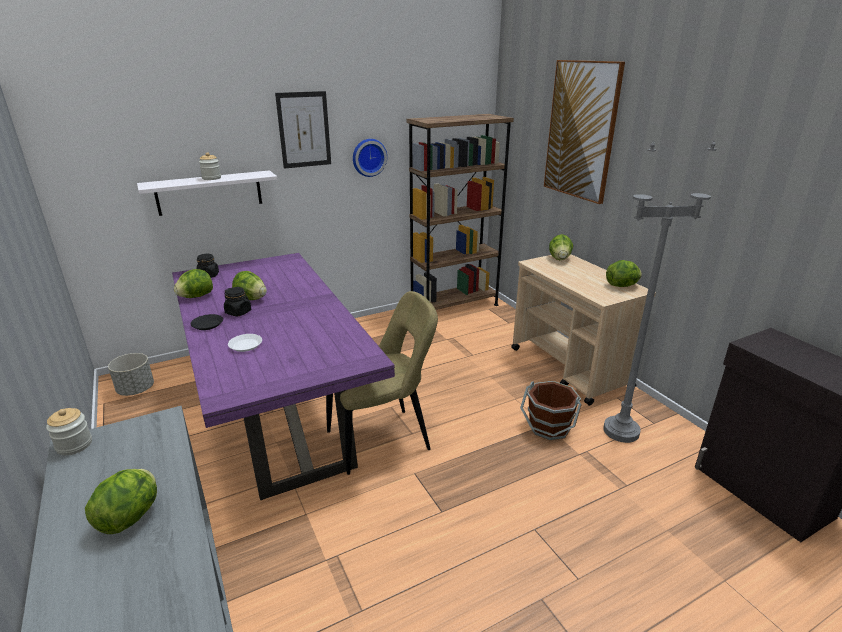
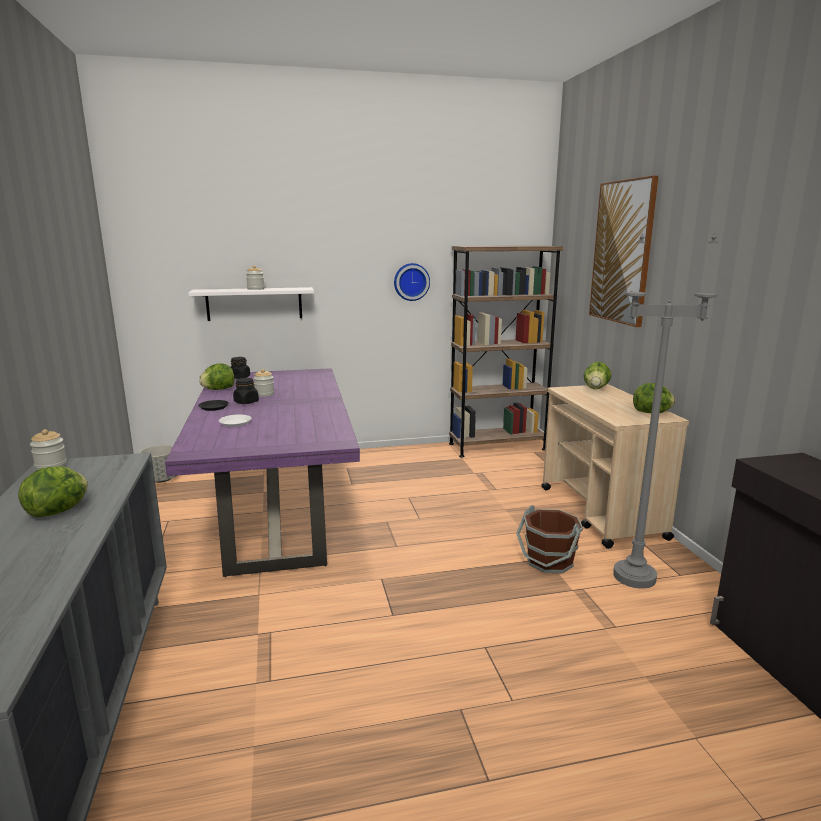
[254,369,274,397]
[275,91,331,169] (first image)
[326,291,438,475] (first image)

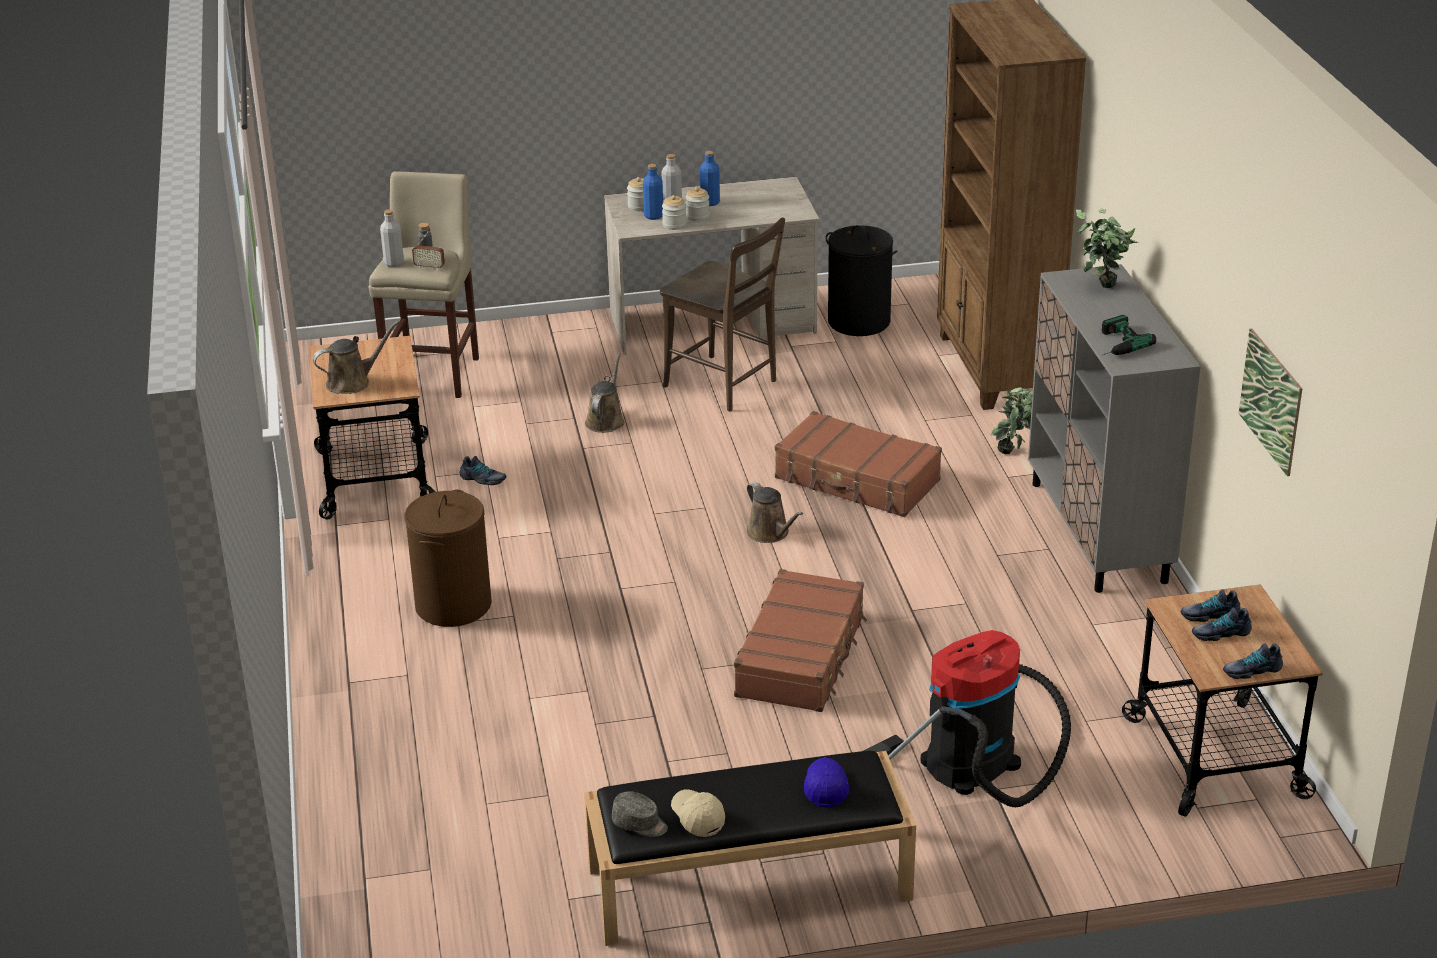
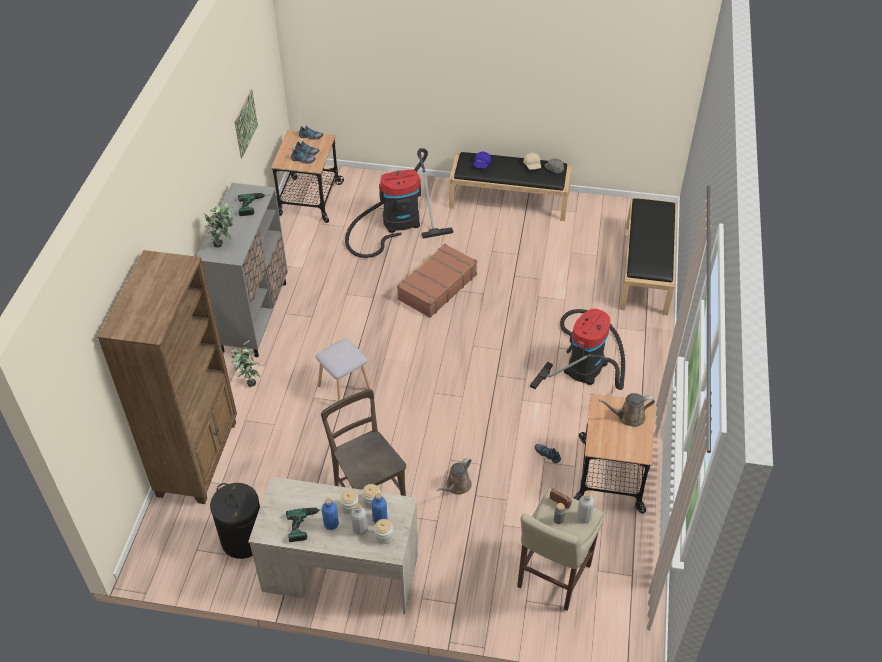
[286,508,320,542]
[315,338,371,409]
[530,309,625,390]
[620,197,677,316]
[747,482,803,543] (first image)

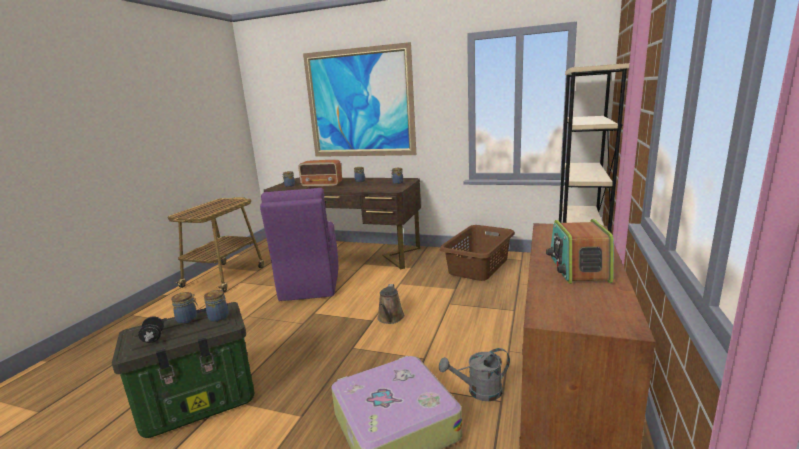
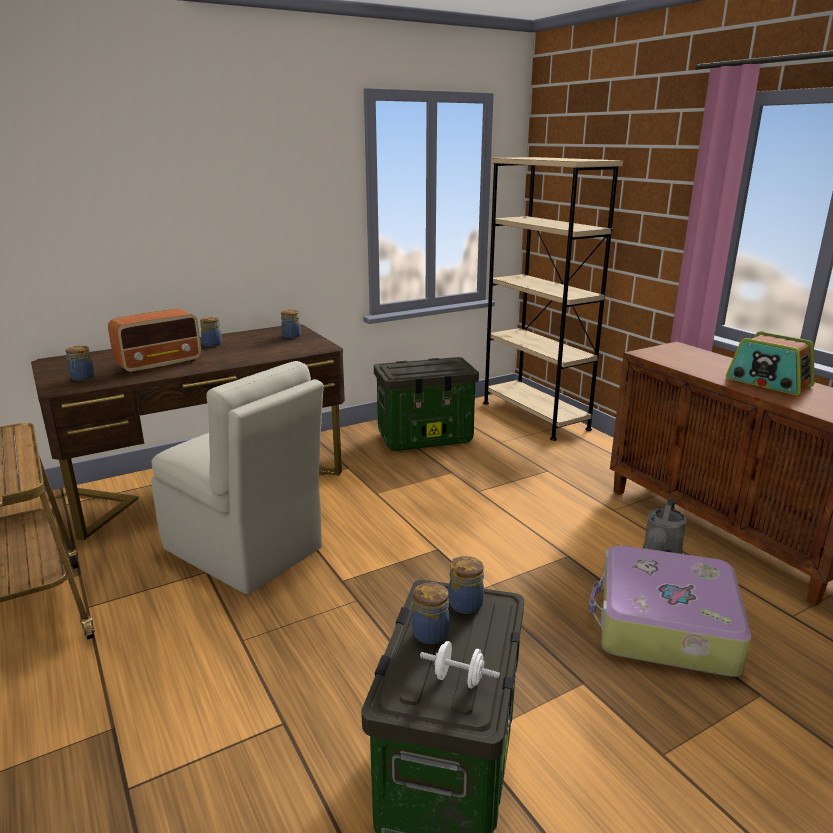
[151,361,324,594]
[374,357,479,451]
[420,641,500,688]
[303,42,416,157] (first image)
[377,284,405,324] (first image)

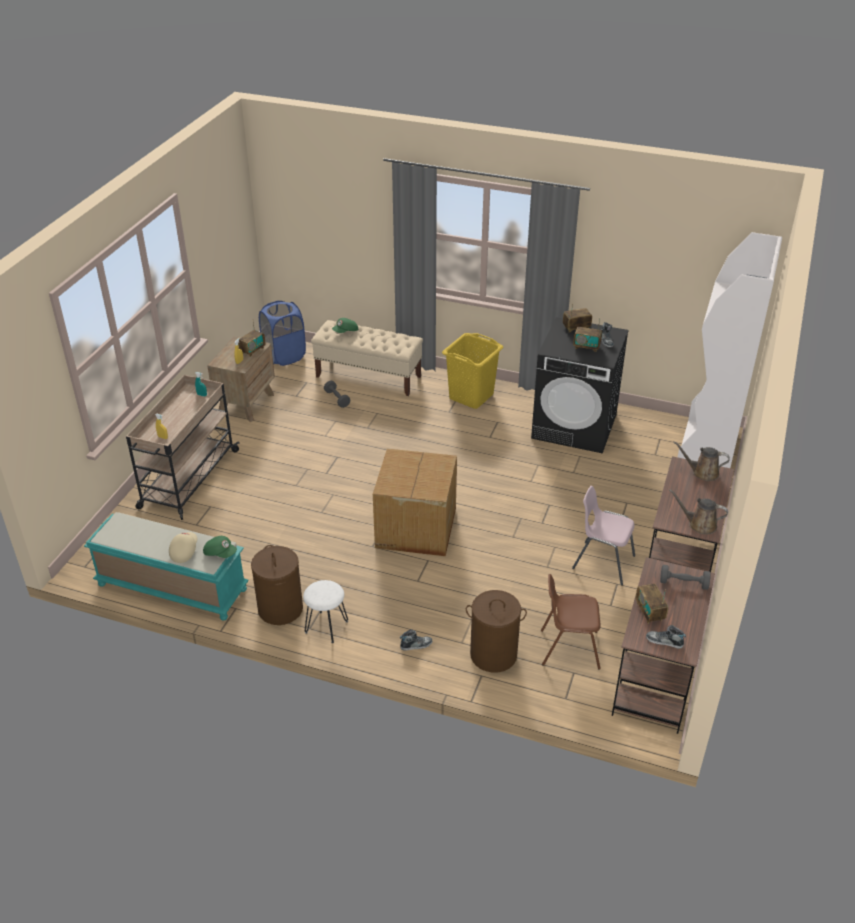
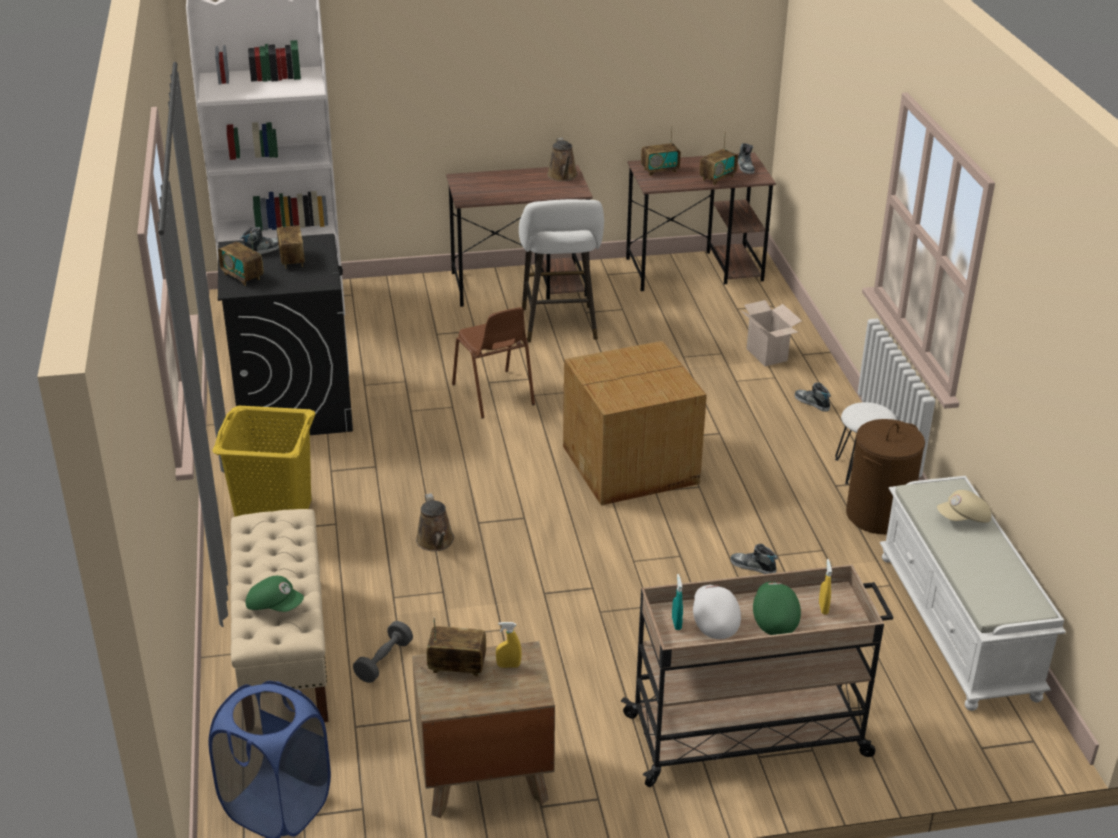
[416,493,454,551]
[452,307,535,419]
[519,199,604,342]
[641,126,681,176]
[693,585,741,639]
[731,544,778,574]
[742,300,802,366]
[753,582,801,635]
[880,476,1066,711]

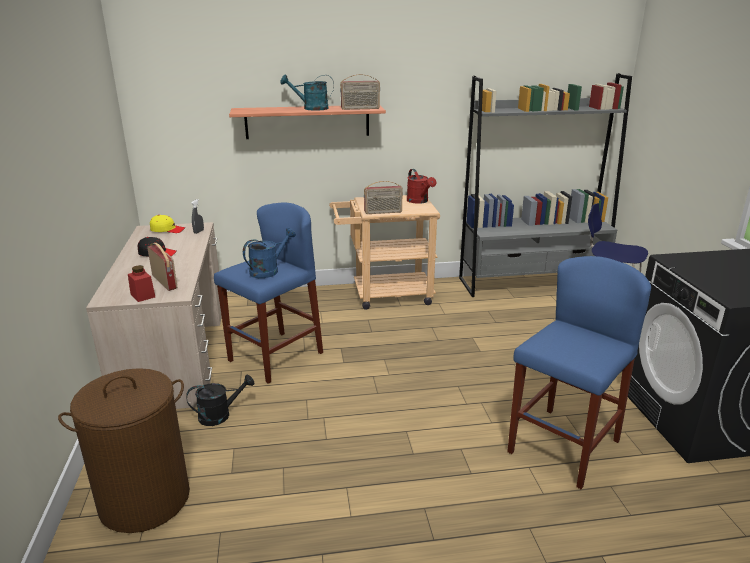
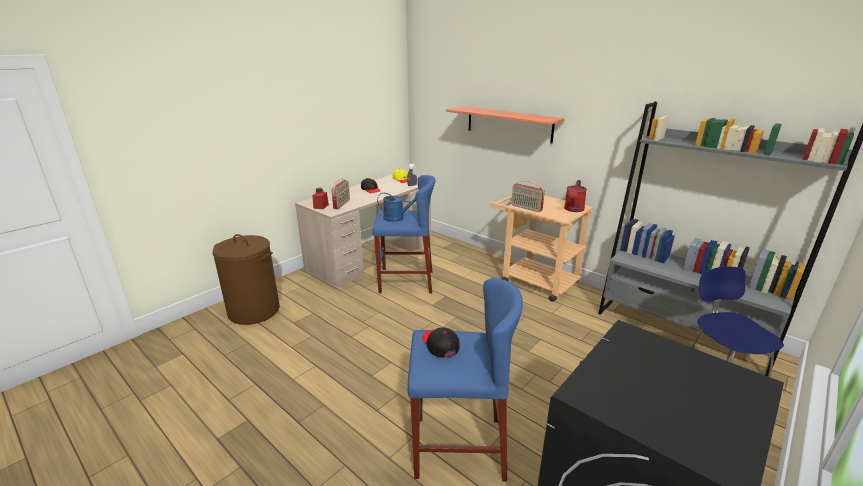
[422,327,460,358]
[186,374,254,426] (first image)
[280,75,334,111] (first image)
[340,74,380,110] (first image)

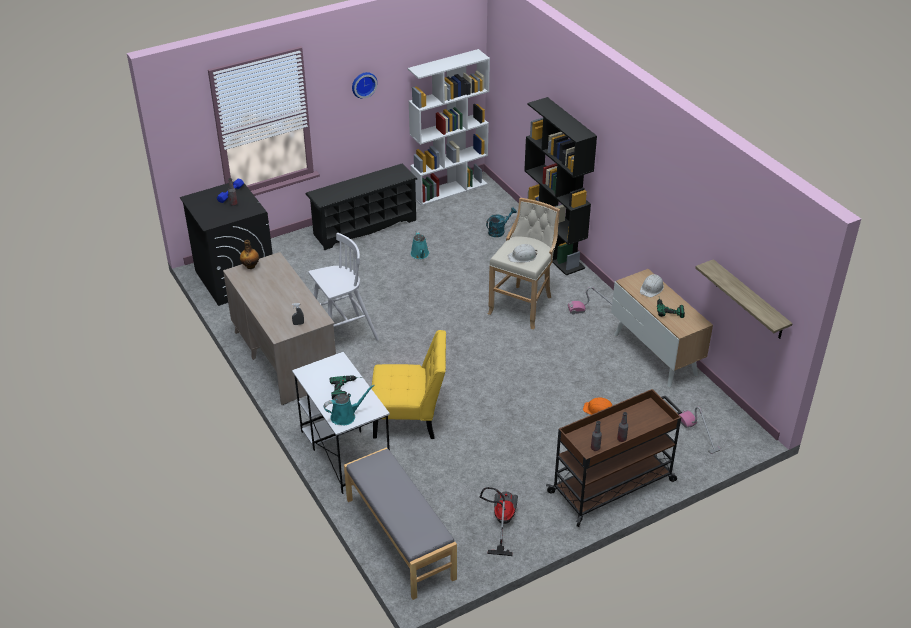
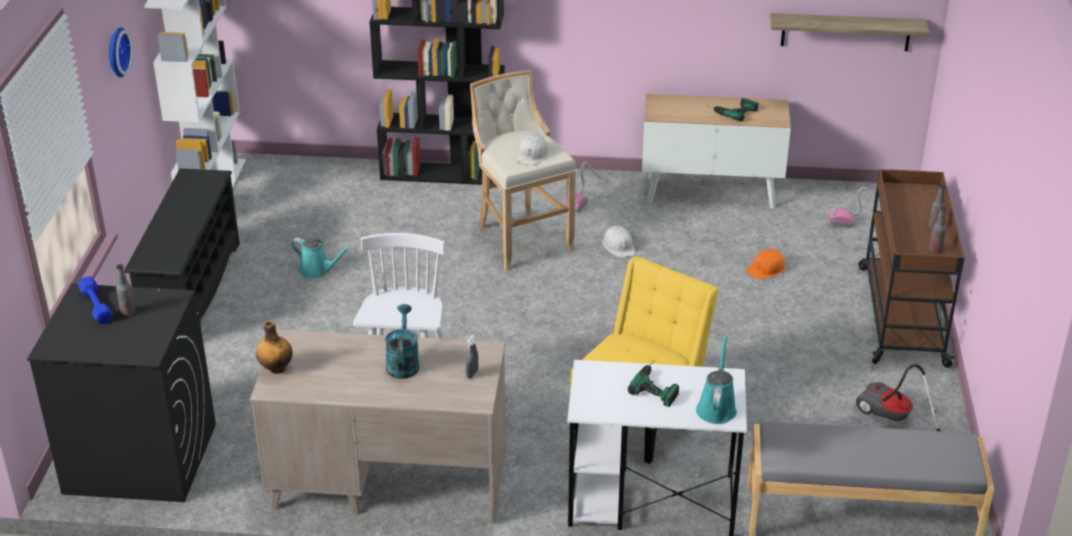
[385,304,419,379]
[602,226,635,258]

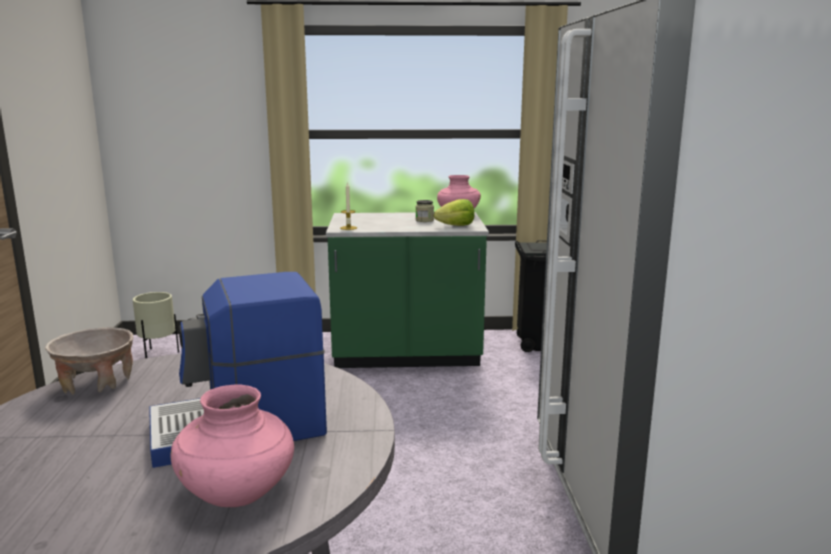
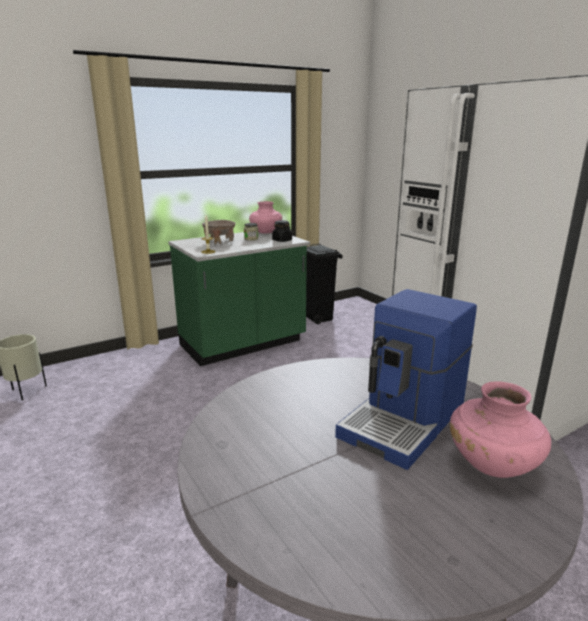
[202,220,236,245]
[272,220,292,242]

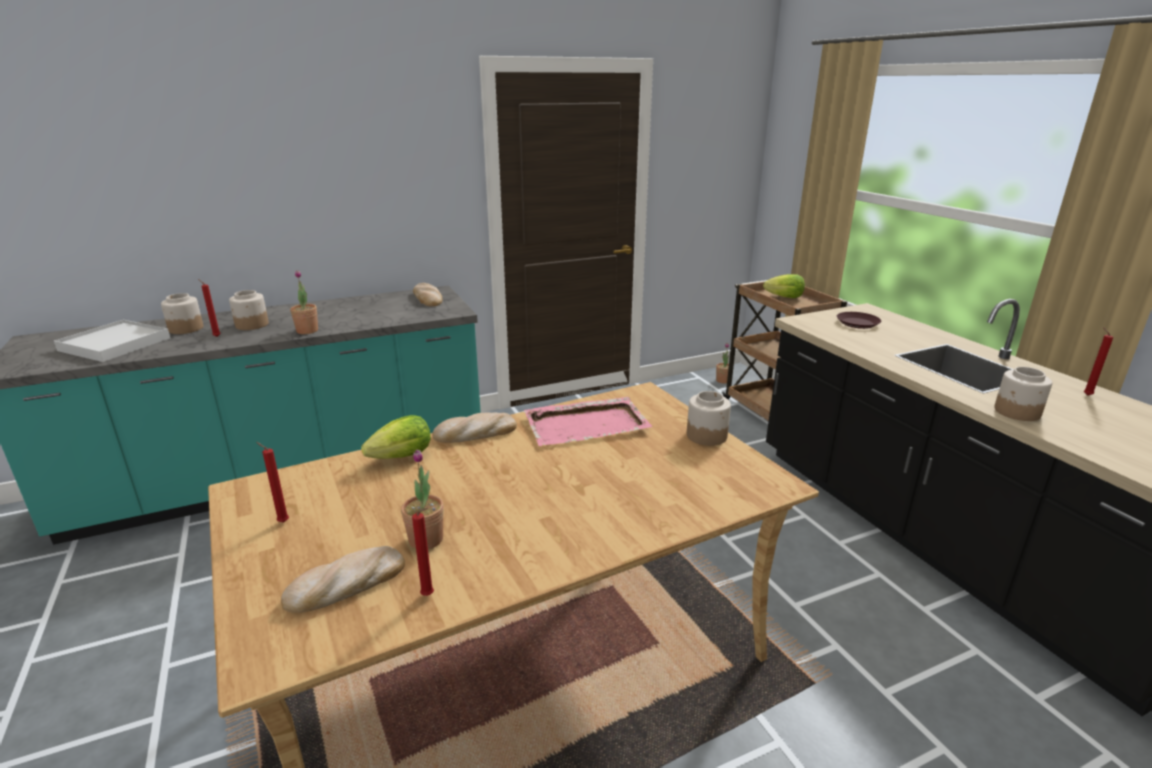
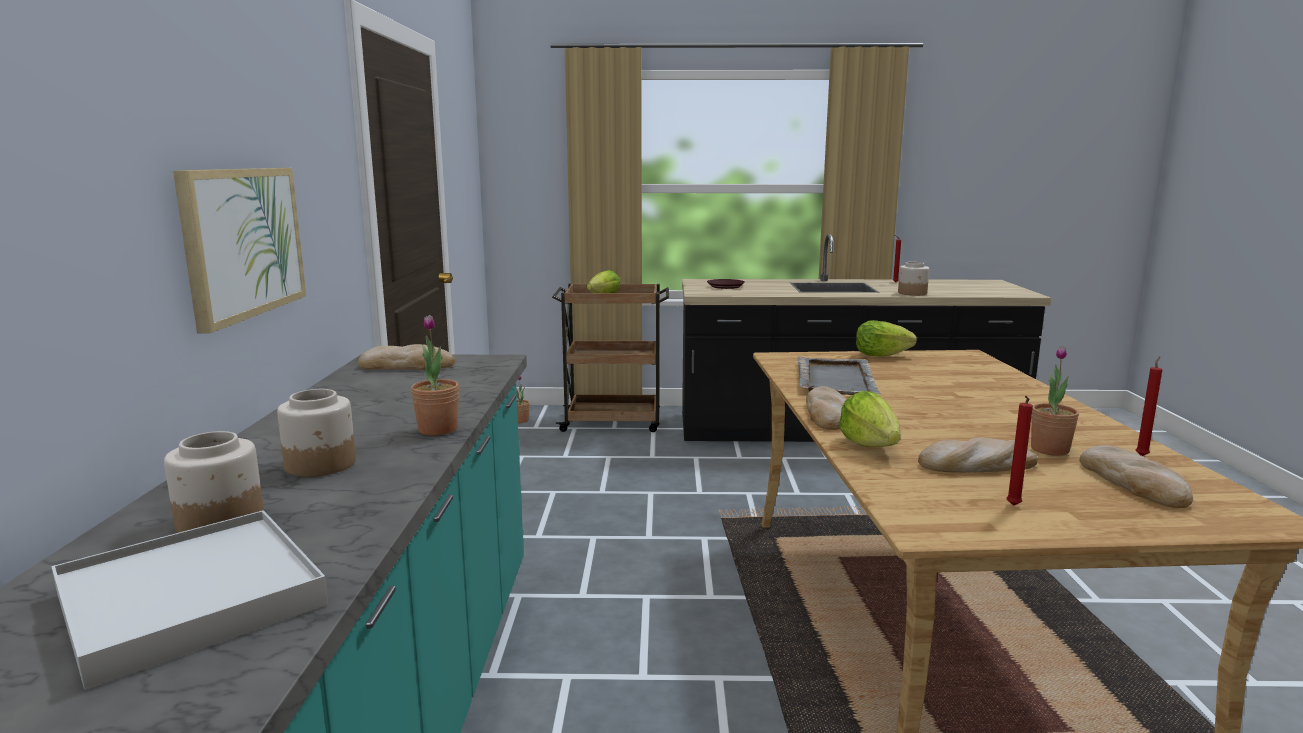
[173,168,306,334]
[798,357,882,395]
[856,320,917,357]
[918,437,1038,473]
[198,279,221,337] (first image)

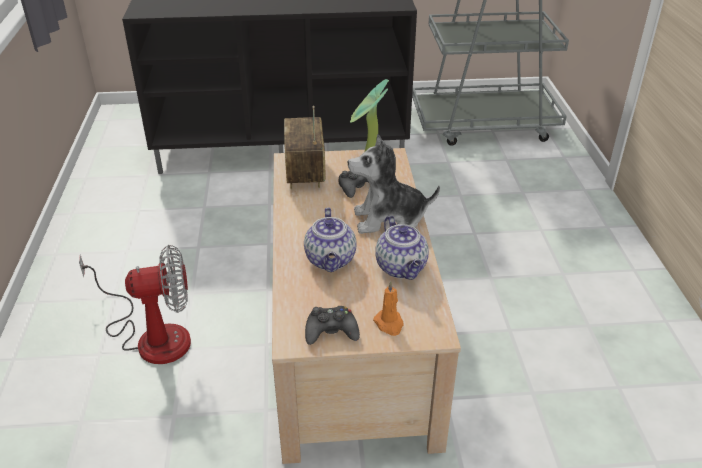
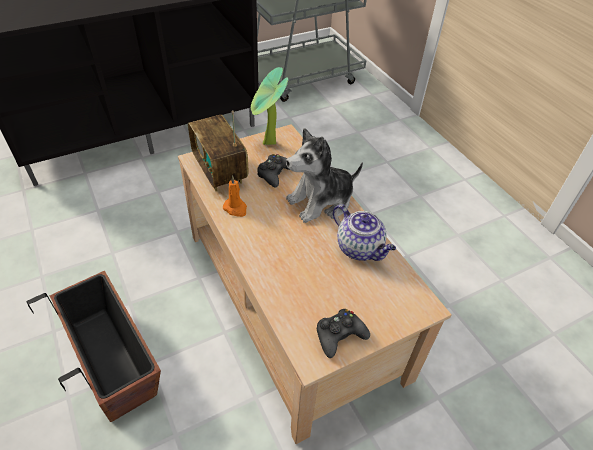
[27,271,161,422]
[223,175,247,217]
[304,208,357,272] (first image)

